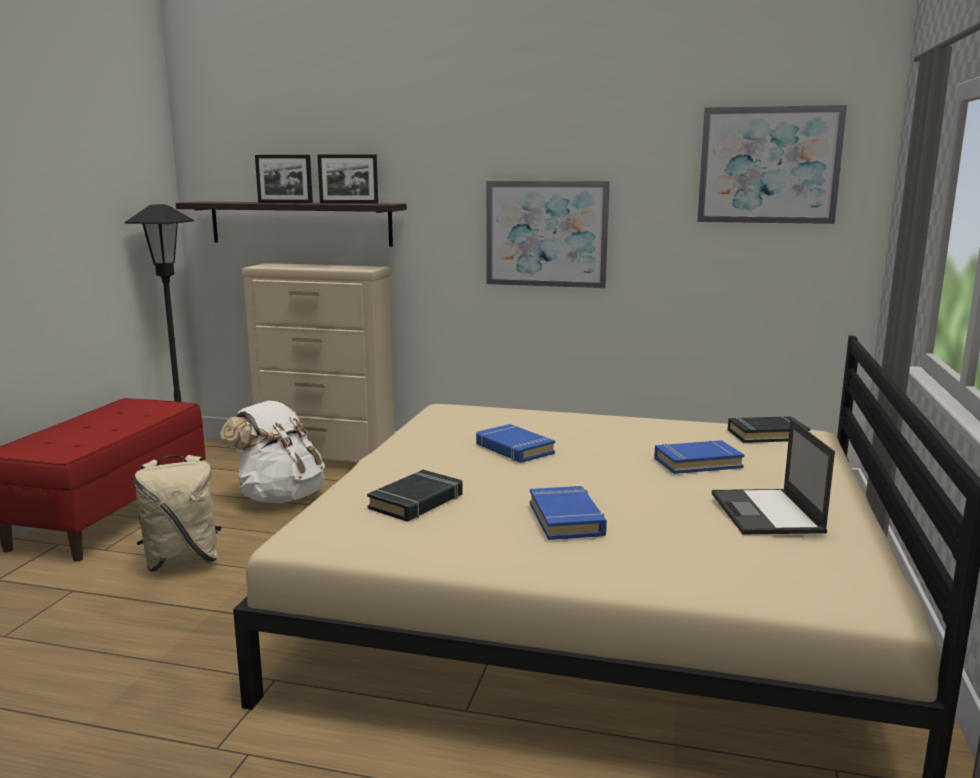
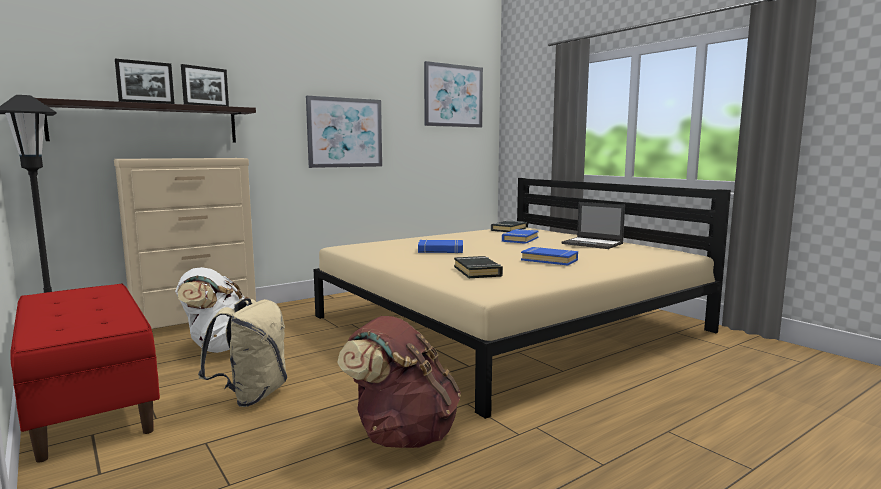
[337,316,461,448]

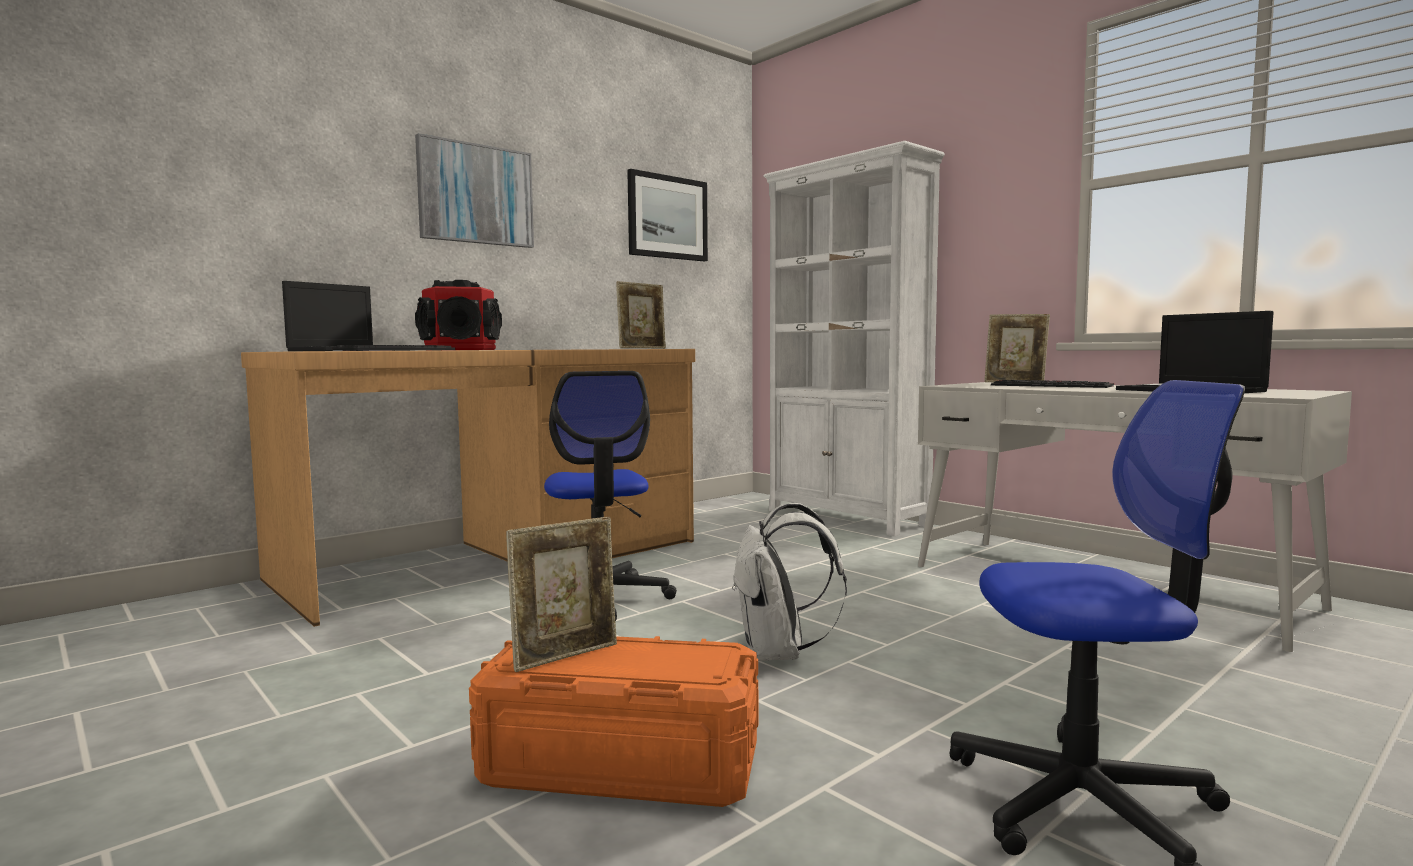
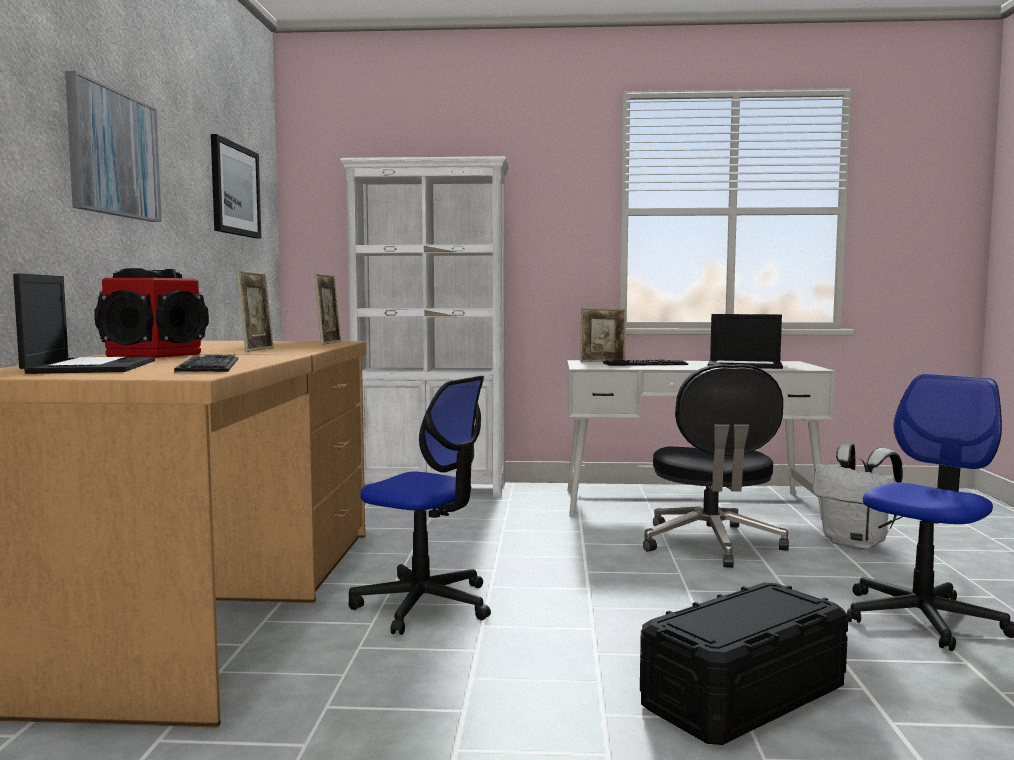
[236,270,274,352]
[640,583,848,745]
[643,364,789,568]
[813,444,903,550]

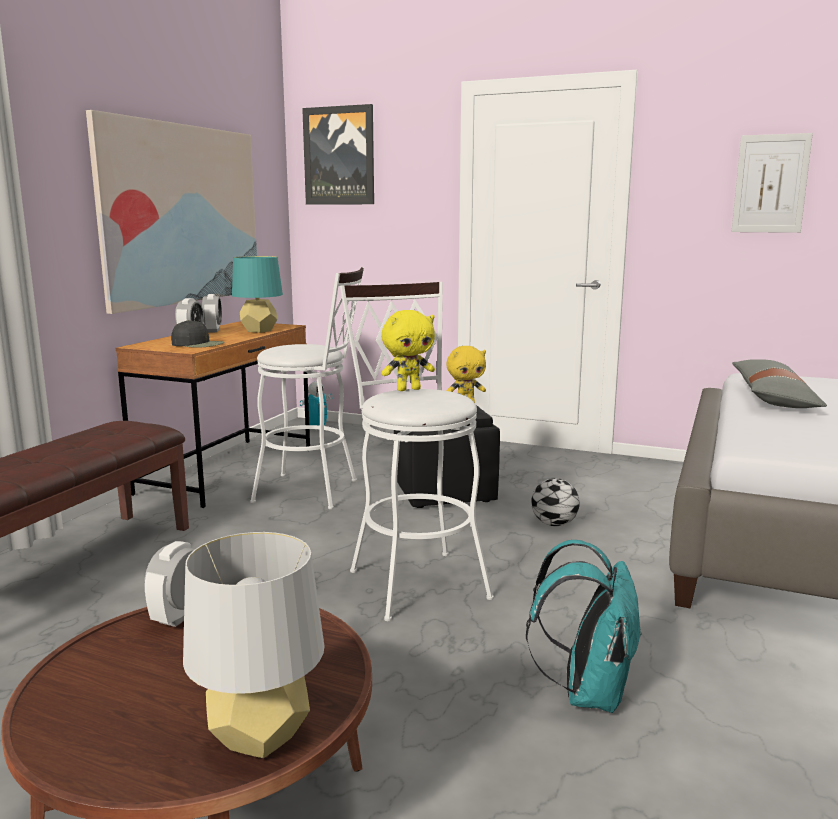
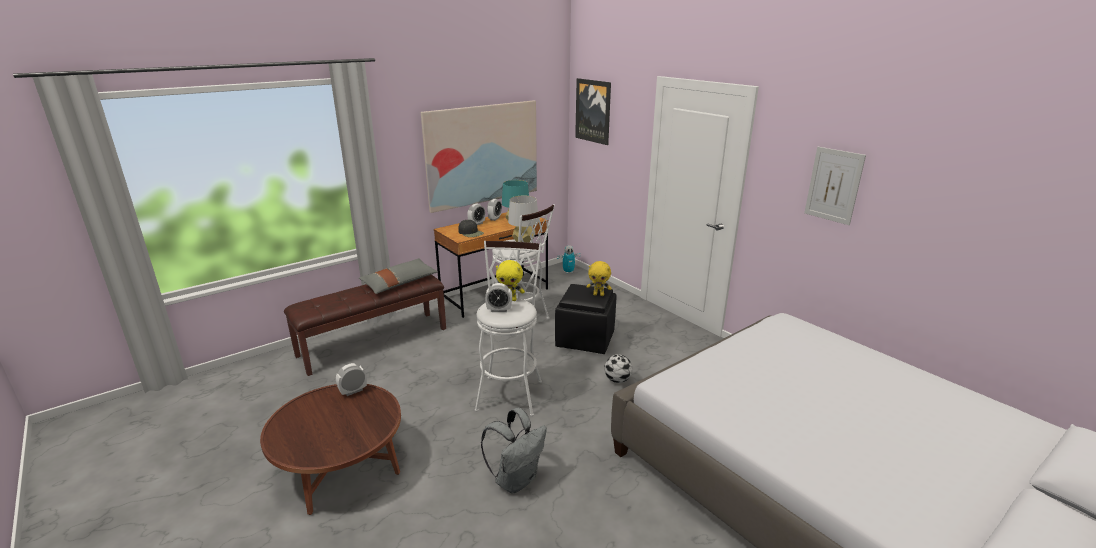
[358,258,438,294]
[481,408,547,493]
[485,283,512,312]
[508,196,539,243]

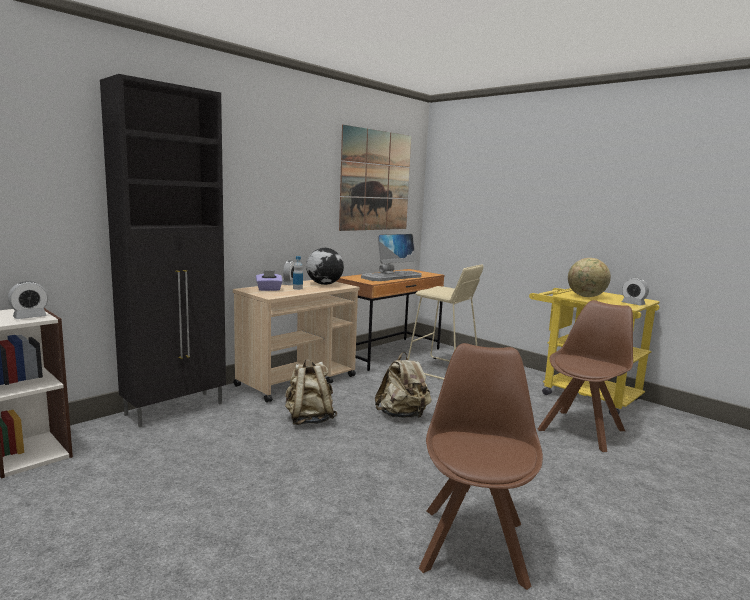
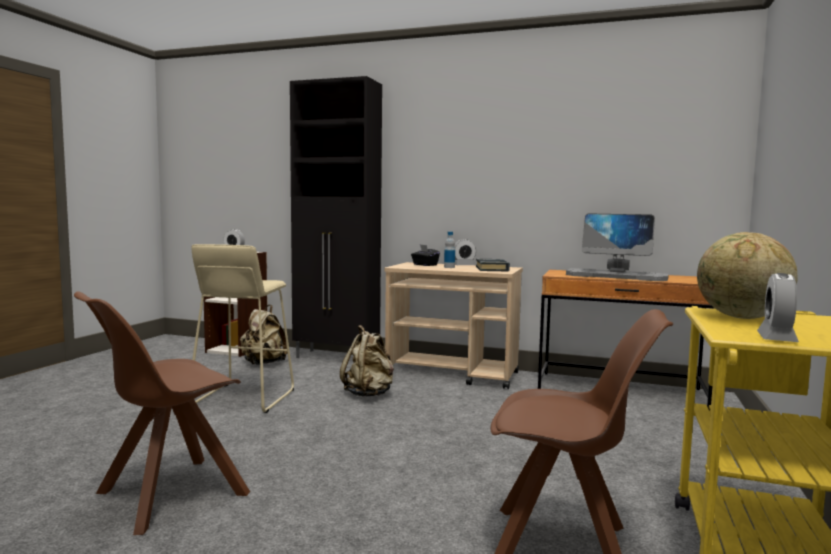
[74,291,250,535]
[191,244,294,413]
[240,305,287,365]
[411,244,440,266]
[476,259,510,271]
[339,125,411,231] (first image)

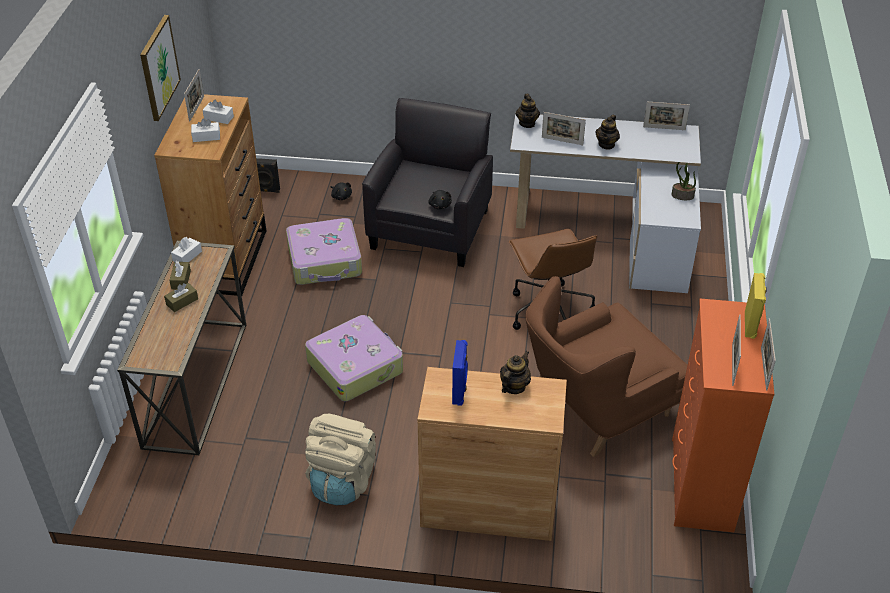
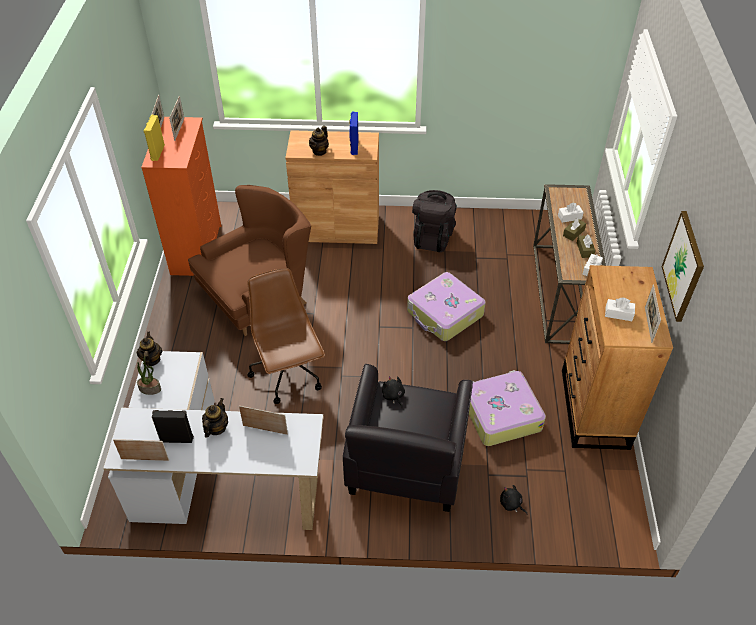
[137,332,162,368]
[152,410,194,443]
[412,190,457,252]
[558,203,584,223]

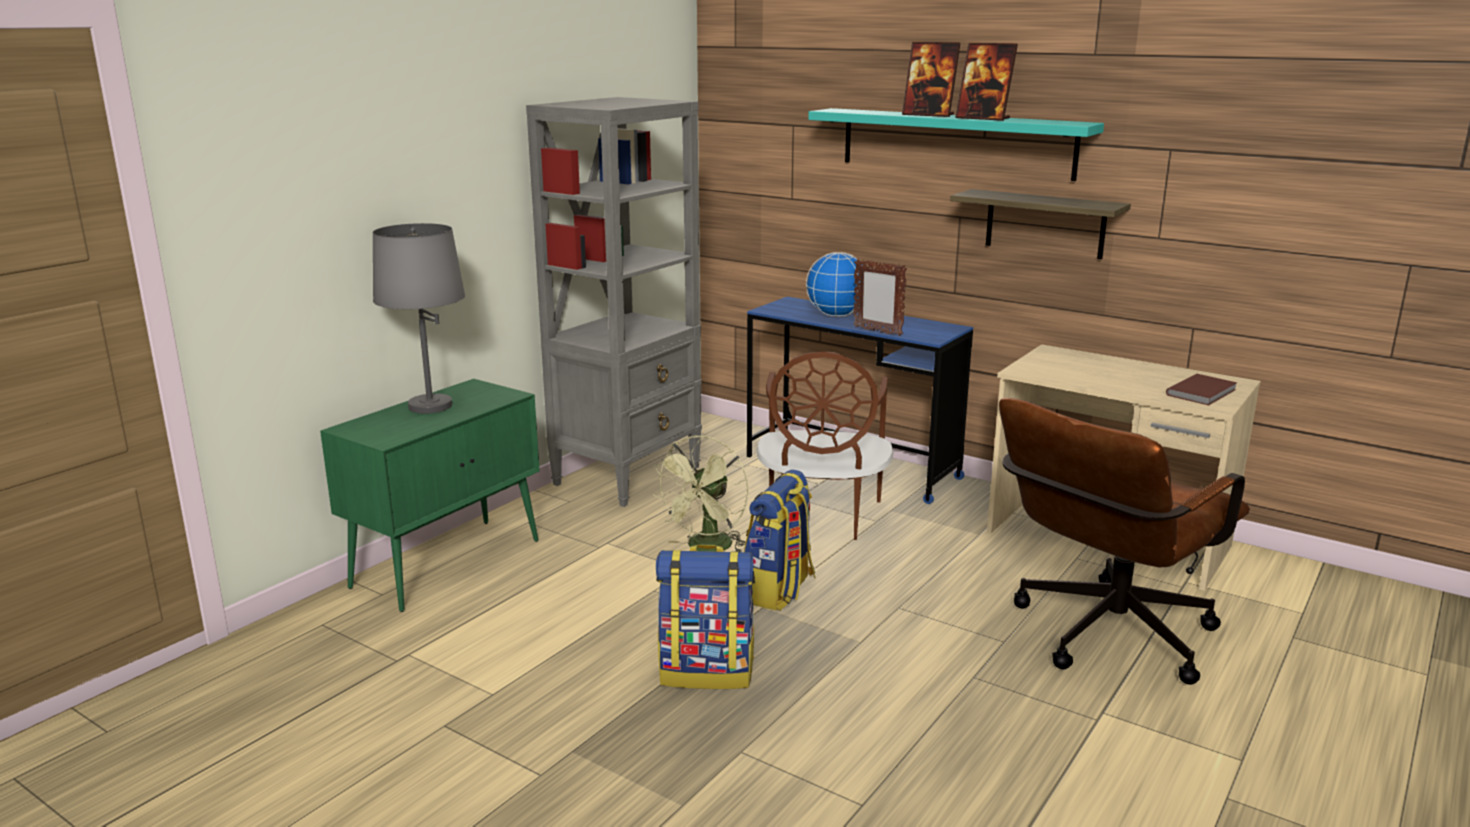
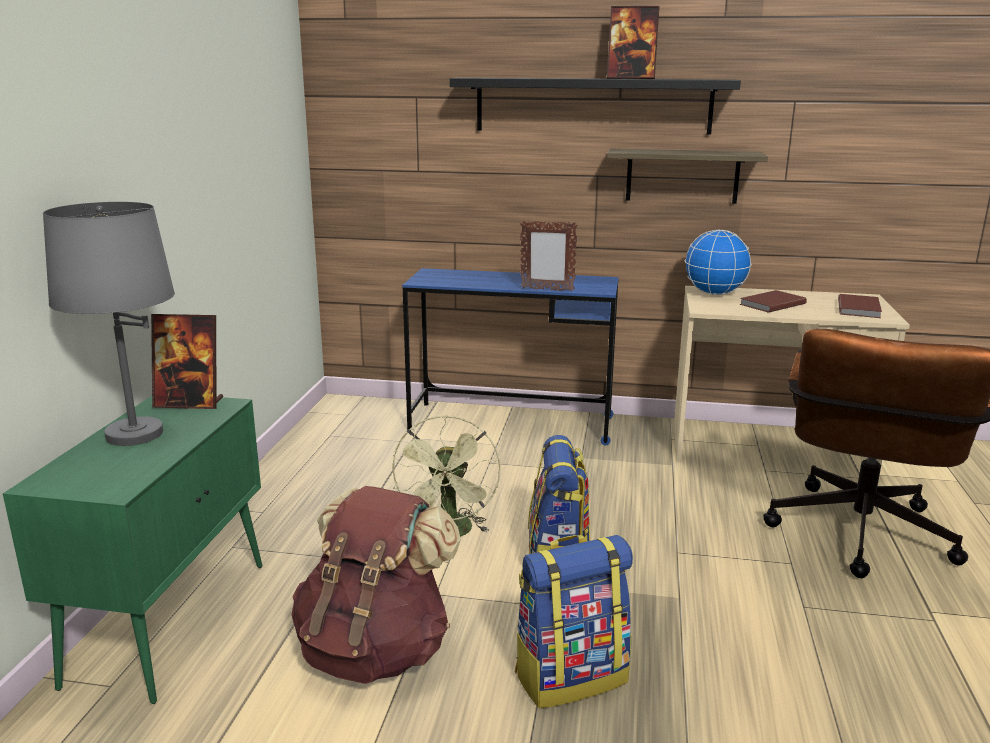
[151,314,223,409]
[291,486,461,684]
[450,78,741,135]
[685,230,752,295]
[739,290,807,313]
[526,97,702,507] (first image)
[757,352,893,540] (first image)

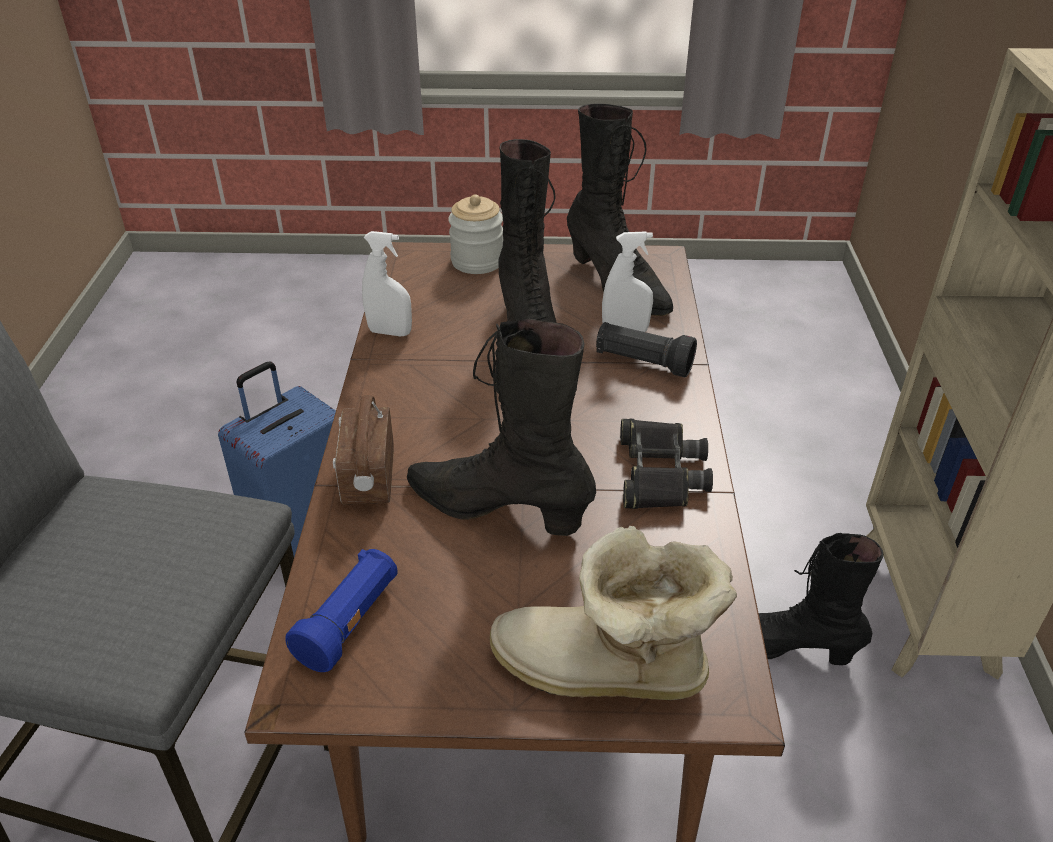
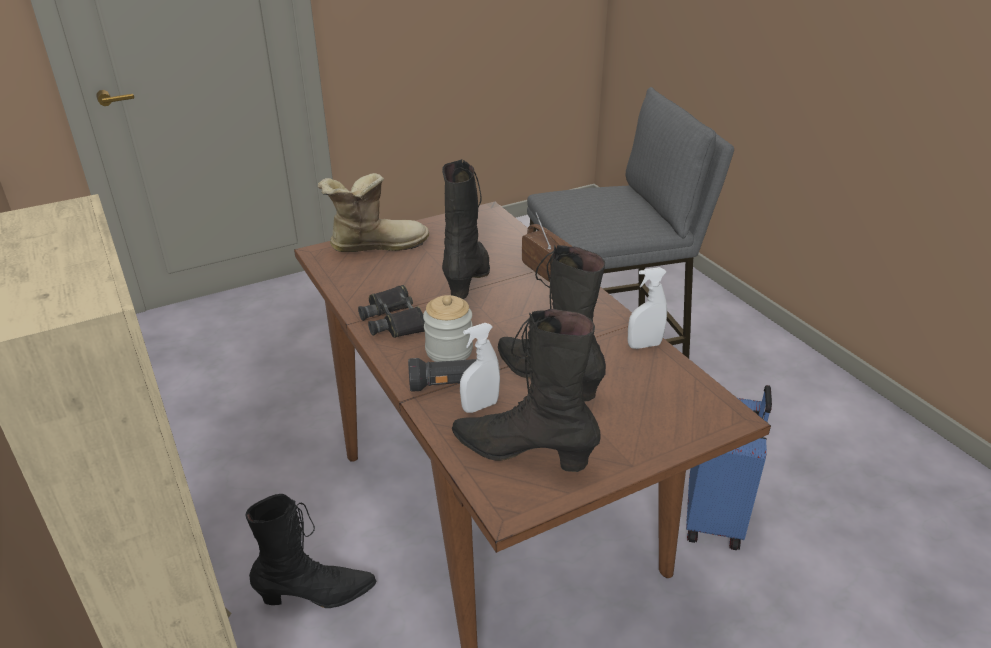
[423,295,473,362]
[442,159,490,299]
[285,549,398,672] (first image)

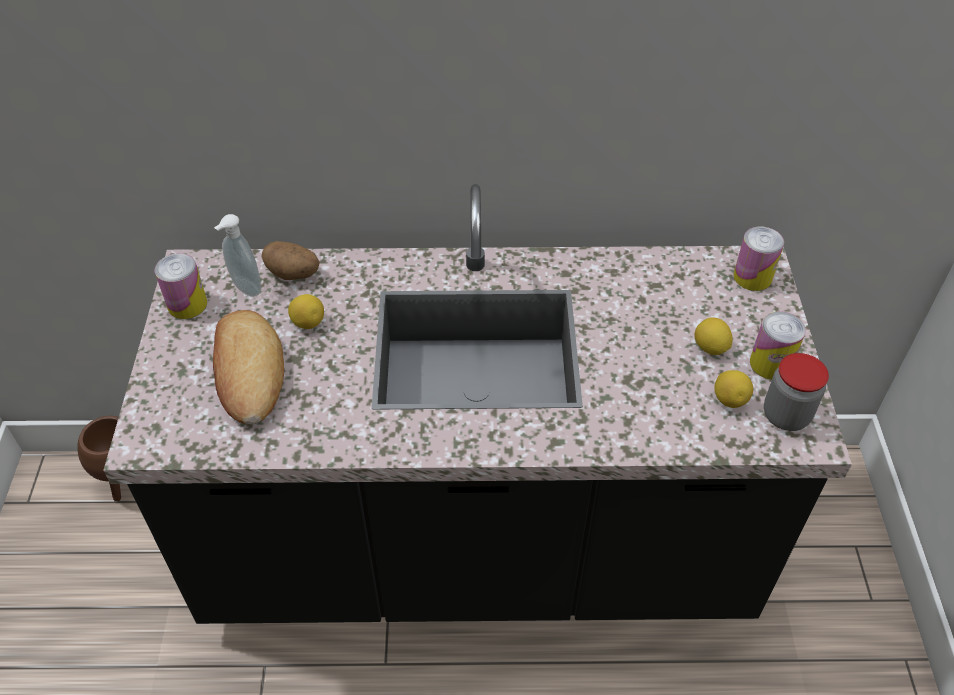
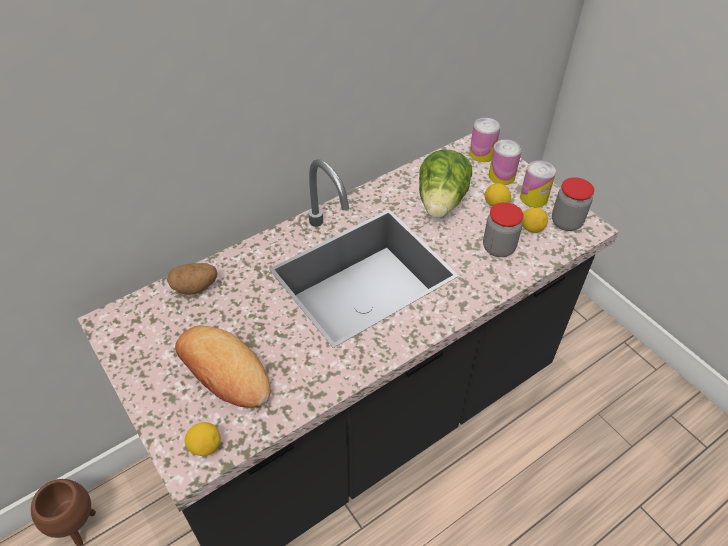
[185,422,221,456]
[419,149,472,218]
[483,202,524,257]
[488,139,522,185]
[214,214,261,297] (first image)

